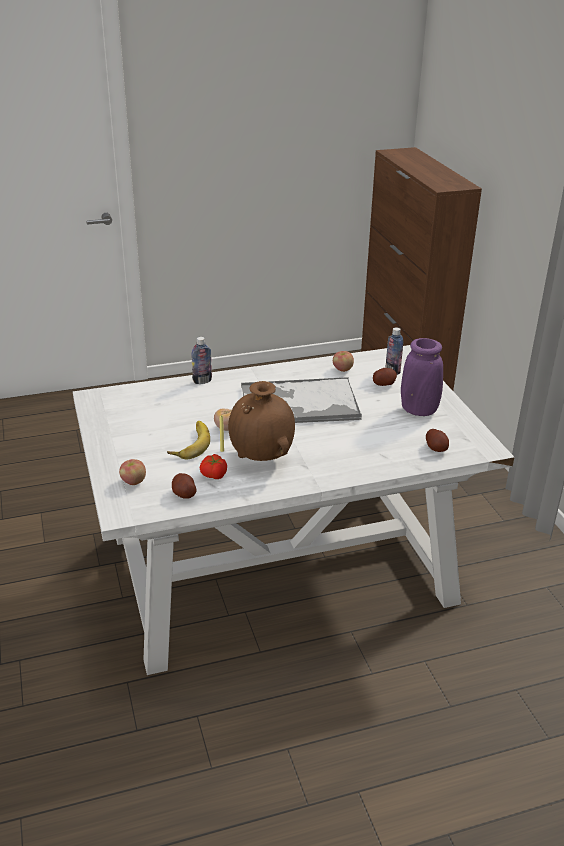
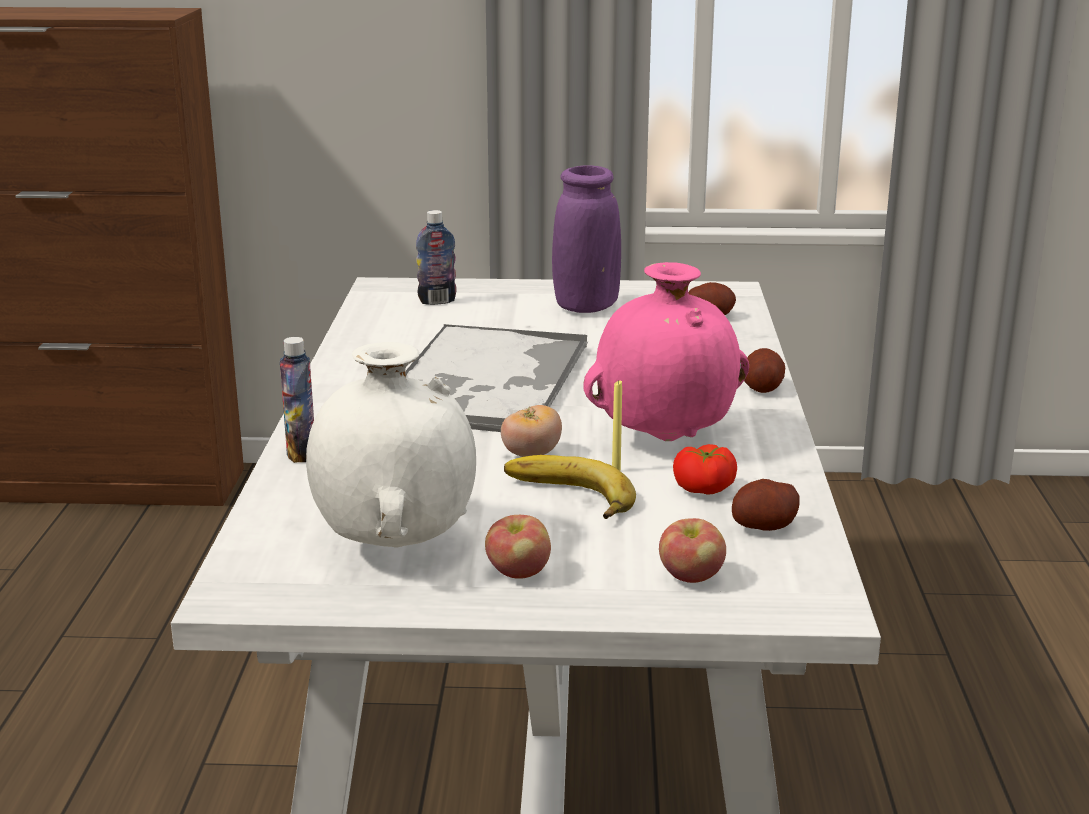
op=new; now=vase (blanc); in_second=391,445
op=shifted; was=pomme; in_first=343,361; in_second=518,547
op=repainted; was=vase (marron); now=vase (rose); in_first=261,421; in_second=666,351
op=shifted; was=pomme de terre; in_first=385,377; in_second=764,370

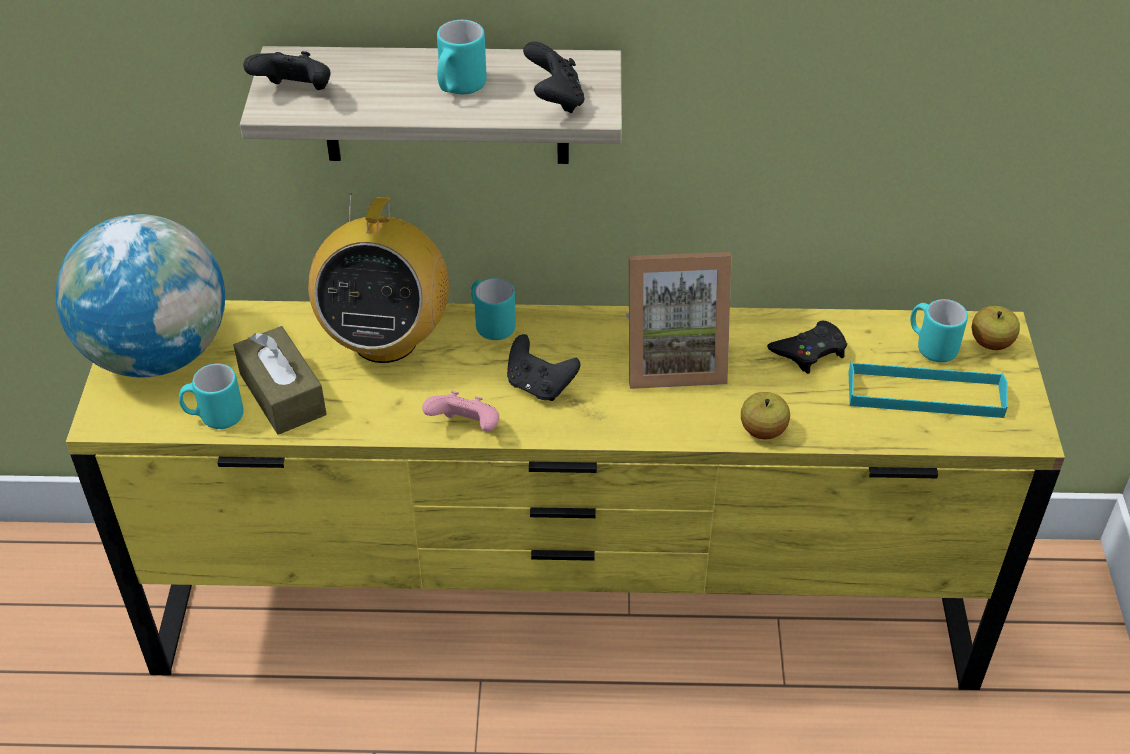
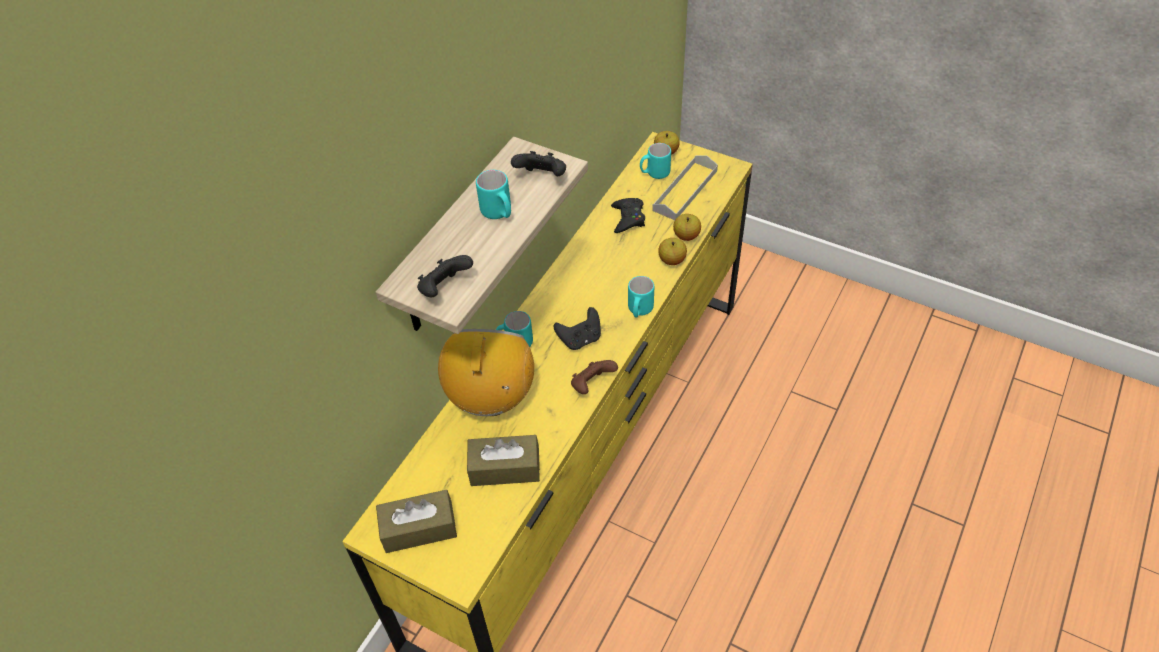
op=swapped; was=globe; now=boîte à mouchoirs (marron); in_first=140,295; in_second=416,521
op=rotated; was=radio; in_first=378,278; in_second=486,372; clockwise=-120
op=repainted; was=manette (rose); now=manette (marron); in_first=460,411; in_second=594,377
op=shifted; was=mug (turquoise); in_first=211,396; in_second=641,296
op=repainted; was=plateau (turquoise); now=plateau (gris); in_first=928,389; in_second=685,187
op=new; now=pomme; in_second=687,227
op=gone; was=cadre photo; in_first=678,320

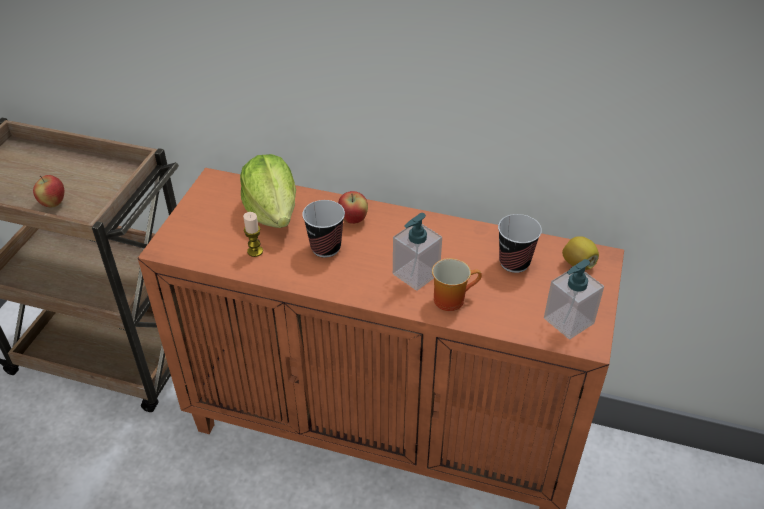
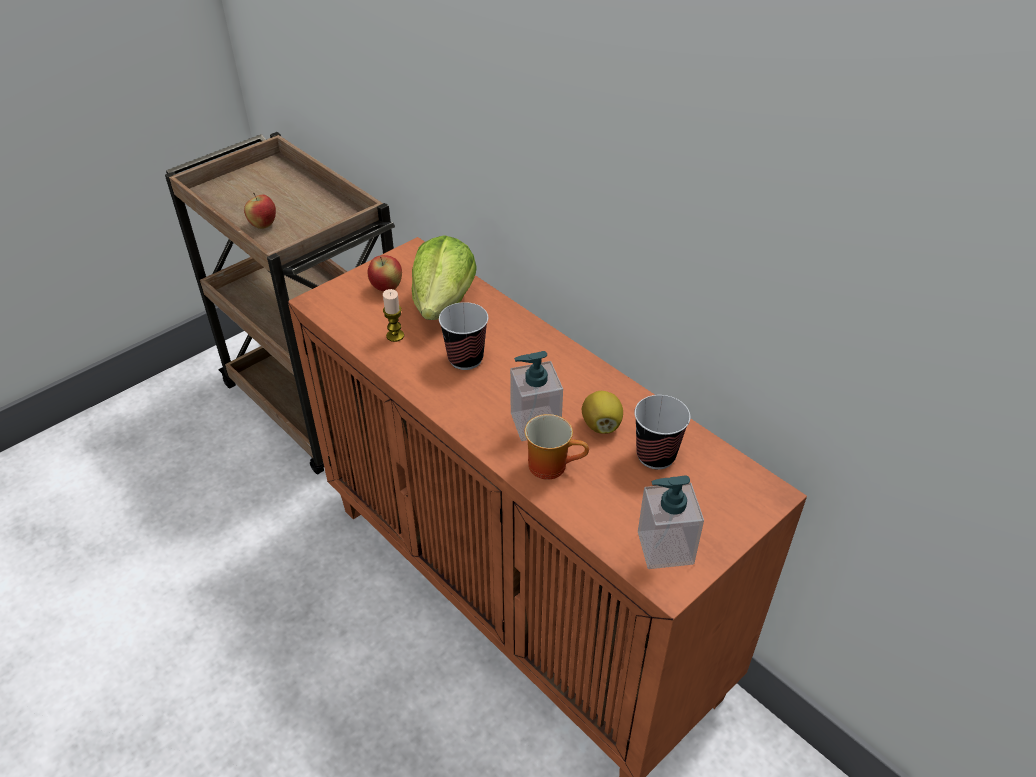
op=shifted; was=pomme; in_first=353,207; in_second=385,273
op=shifted; was=citron; in_first=580,253; in_second=602,412

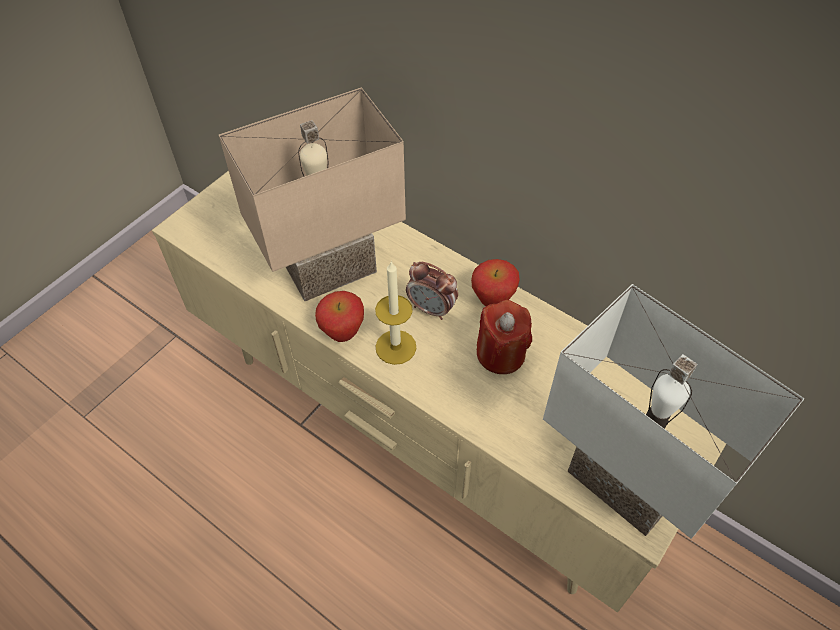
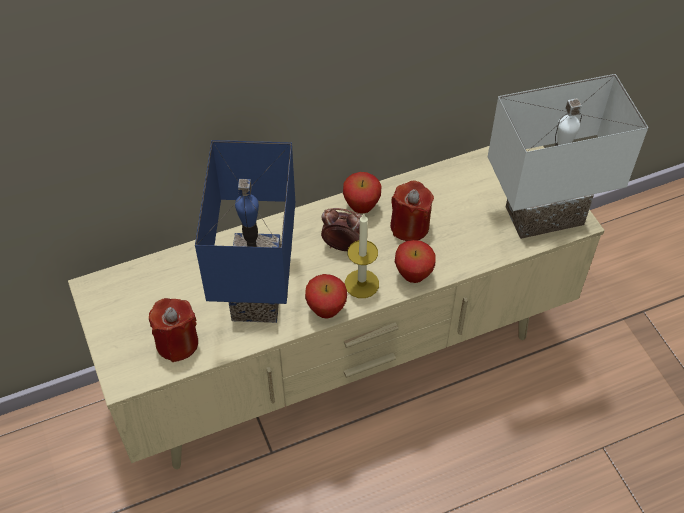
op=new; now=bougie (rouge); in_second=173,330
op=repainted; was=lampe de table (beige); now=lampe de table (bleu); in_first=312,194; in_second=245,231
op=rotated; was=réveil; in_first=432,291; in_second=341,229; clockwise=-135
op=new; now=pomme; in_second=415,261

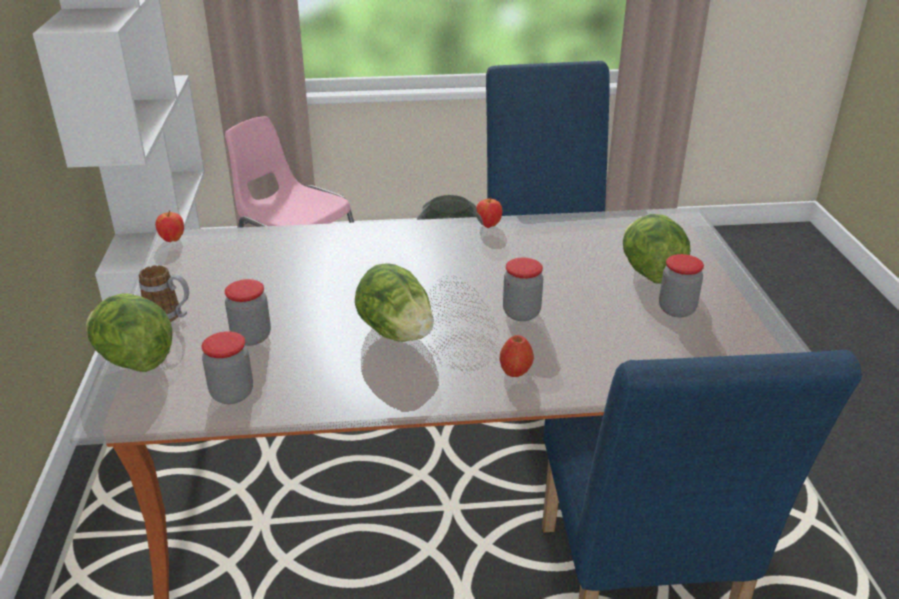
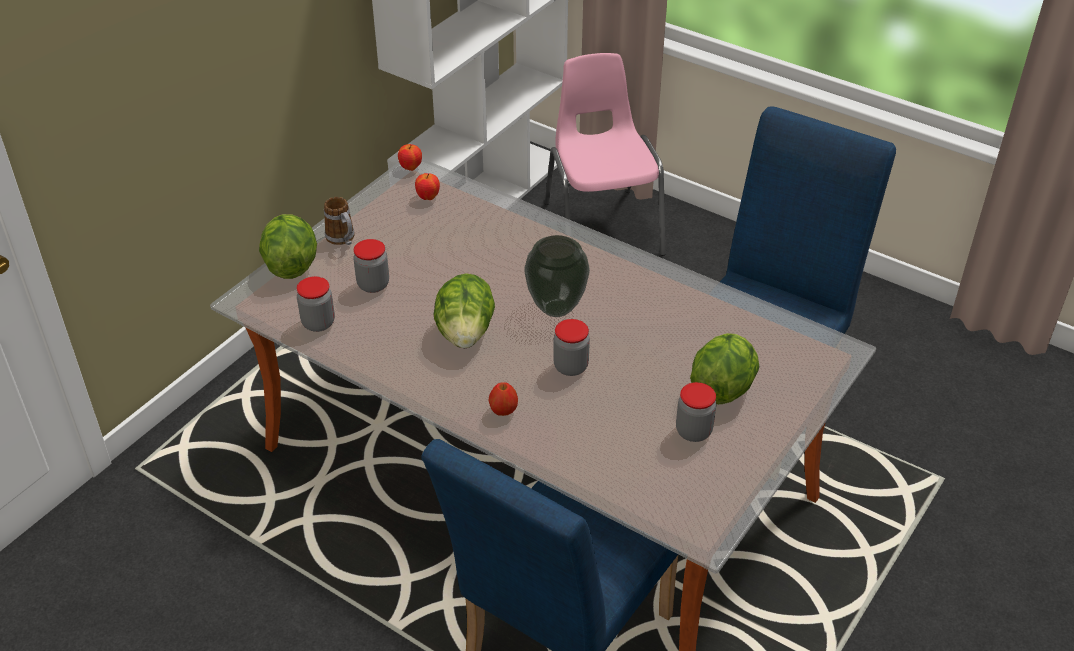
op=shifted; was=pomme; in_first=489,212; in_second=427,186

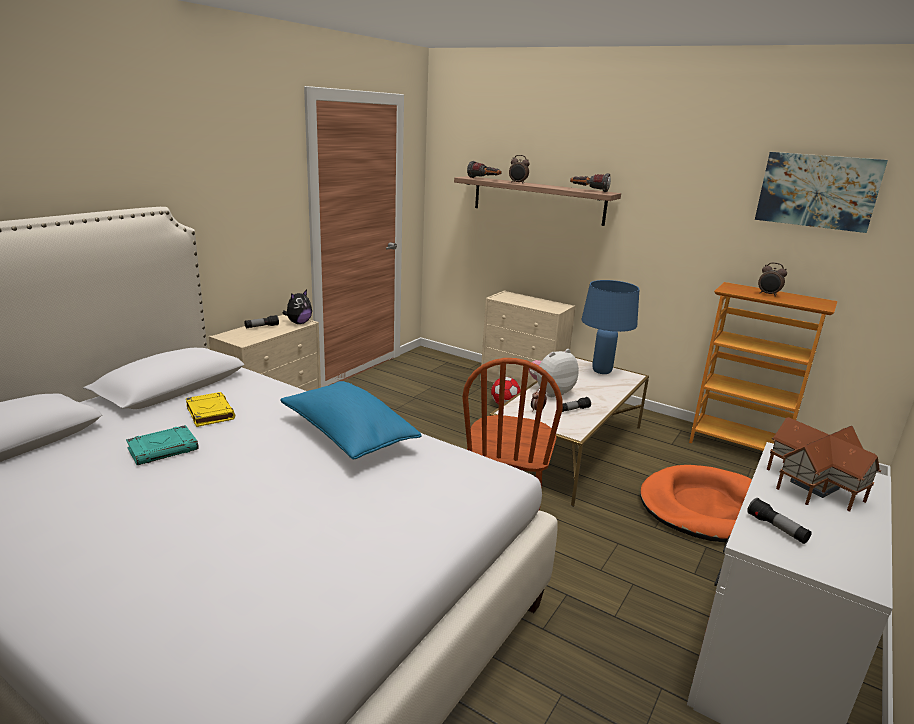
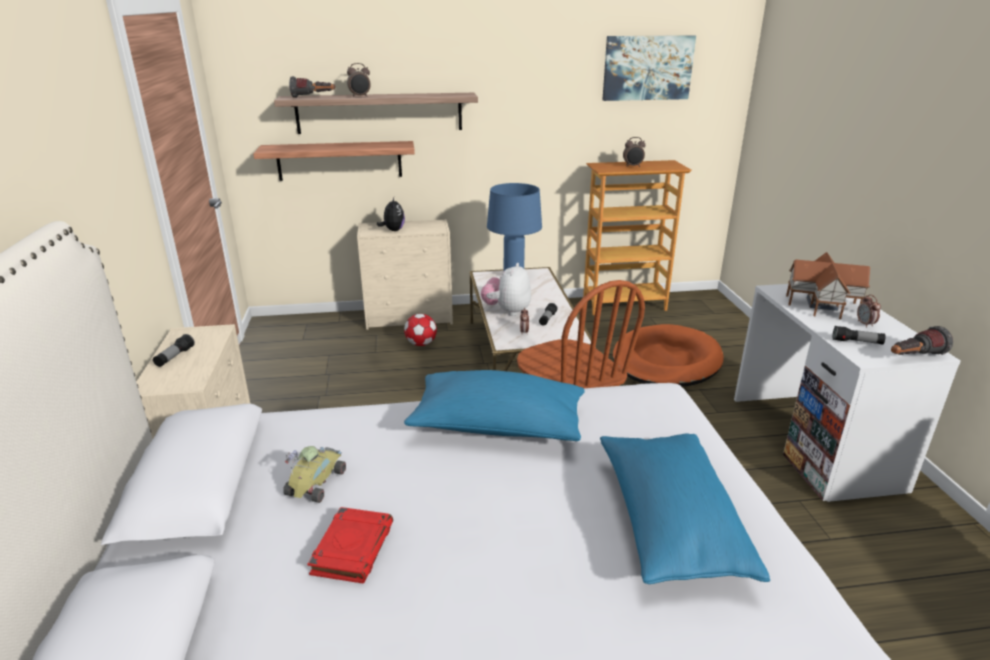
op=new; now=étagère; in_second=334,161
op=swapped; was=livre (jaune); now=petite voiture; in_first=210,409; in_second=314,474
op=repainted; was=livre (turquoise); now=livre (rouge); in_first=162,445; in_second=350,545
op=shifted; was=peluche; in_first=297,307; in_second=391,214
op=new; now=coussin (bleu); in_second=685,509
op=new; now=réveil; in_second=869,311
op=shifted; was=lampe de poche; in_first=590,182; in_second=922,340

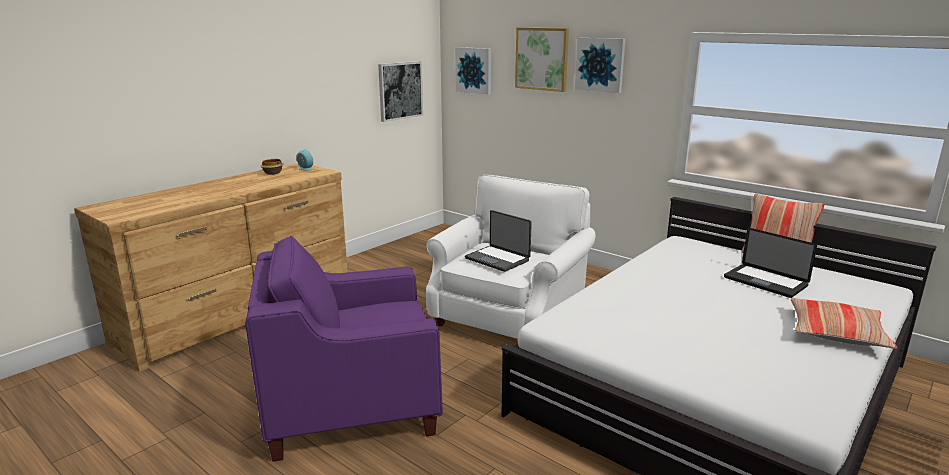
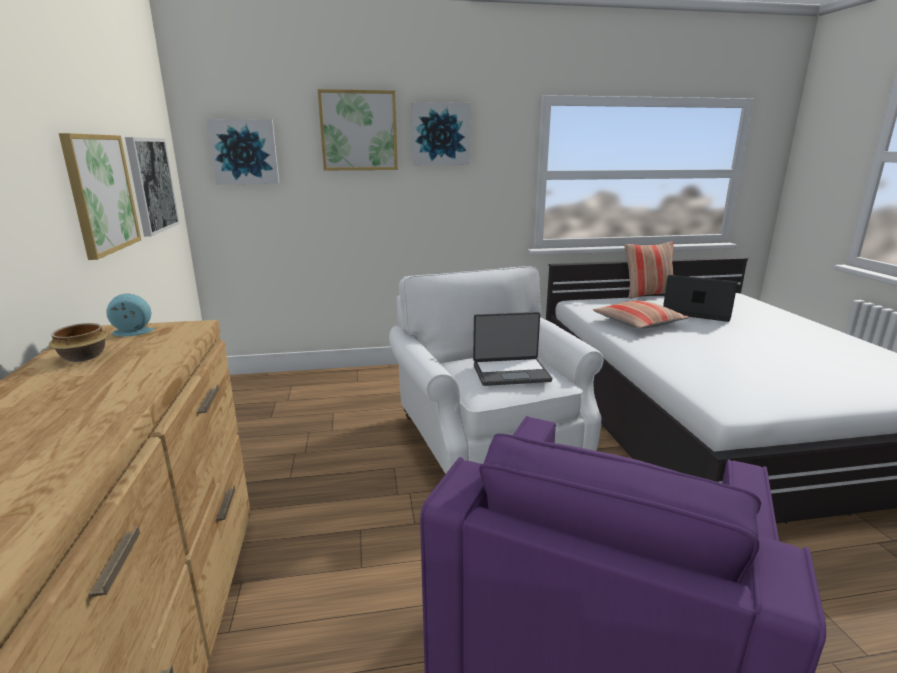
op=new; now=tableau; in_second=100,196
op=shifted; was=coussin; in_first=844,323; in_second=641,314
op=rotated; was=ordinateur portable; in_first=770,263; in_second=700,298; clockwise=-150

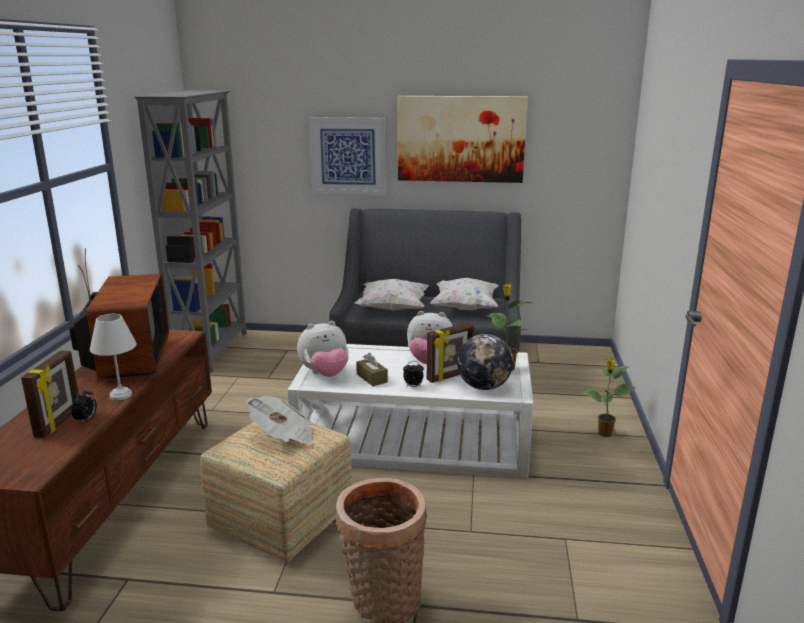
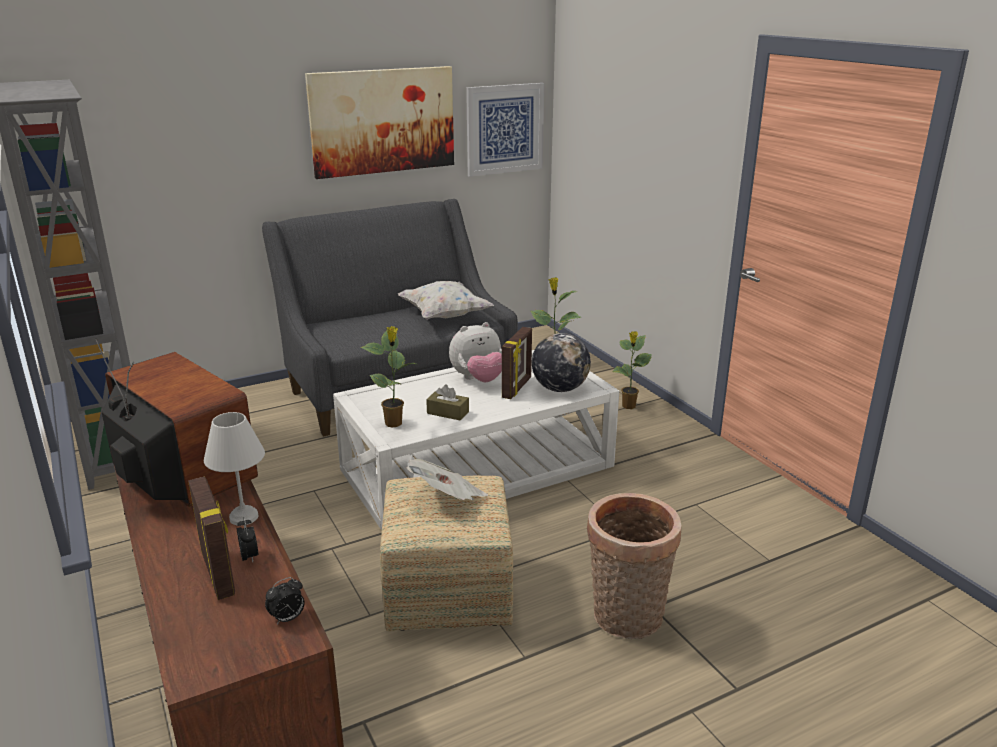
op=shifted; was=réveil; in_first=413,374; in_second=285,601
op=swapped; was=peluche; now=plante en pot; in_first=323,349; in_second=388,376
op=shifted; was=tableau; in_first=347,156; in_second=505,130
op=gone; was=coussin (blanc); in_first=391,294

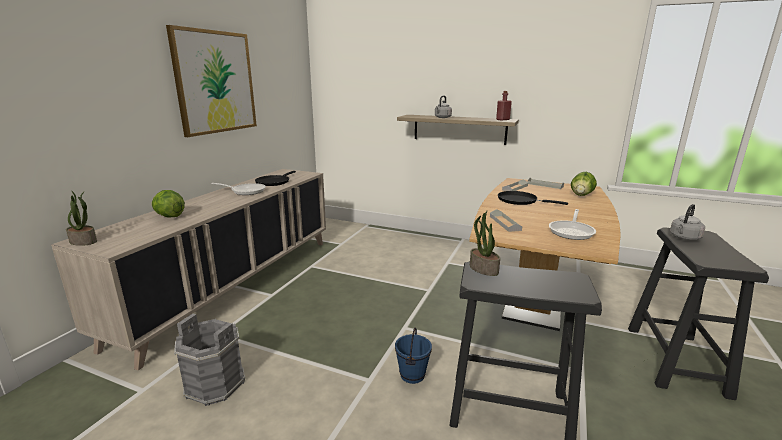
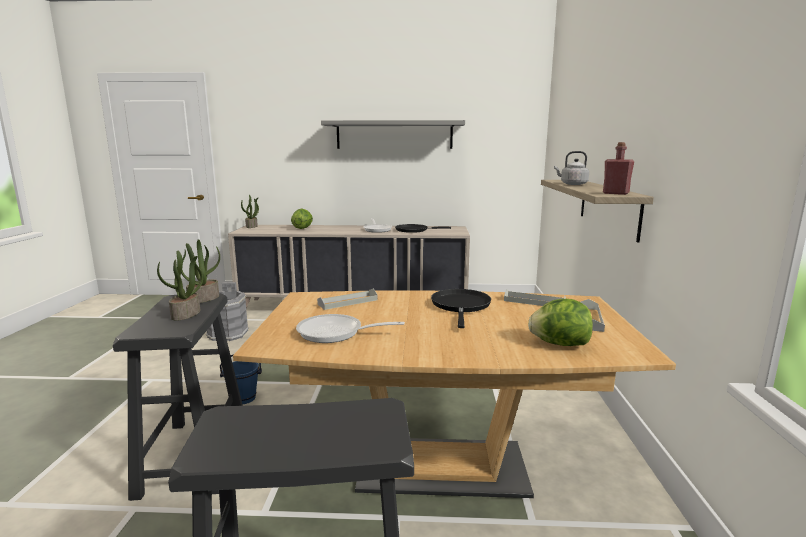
op=new; now=plante en pot; in_second=180,285
op=swapped; was=tableau; now=étagère (gris); in_first=211,81; in_second=393,134
op=gone; was=bouilloire (gris); in_first=687,222

